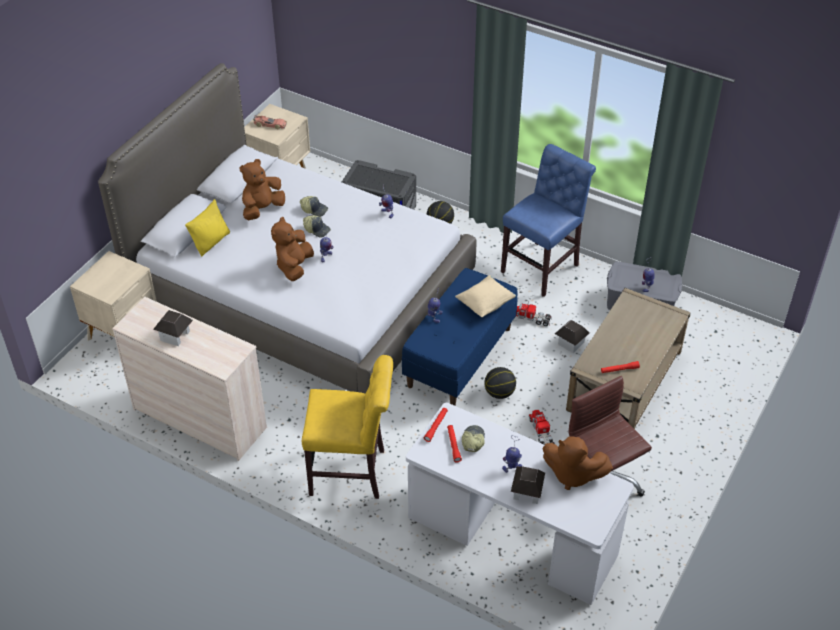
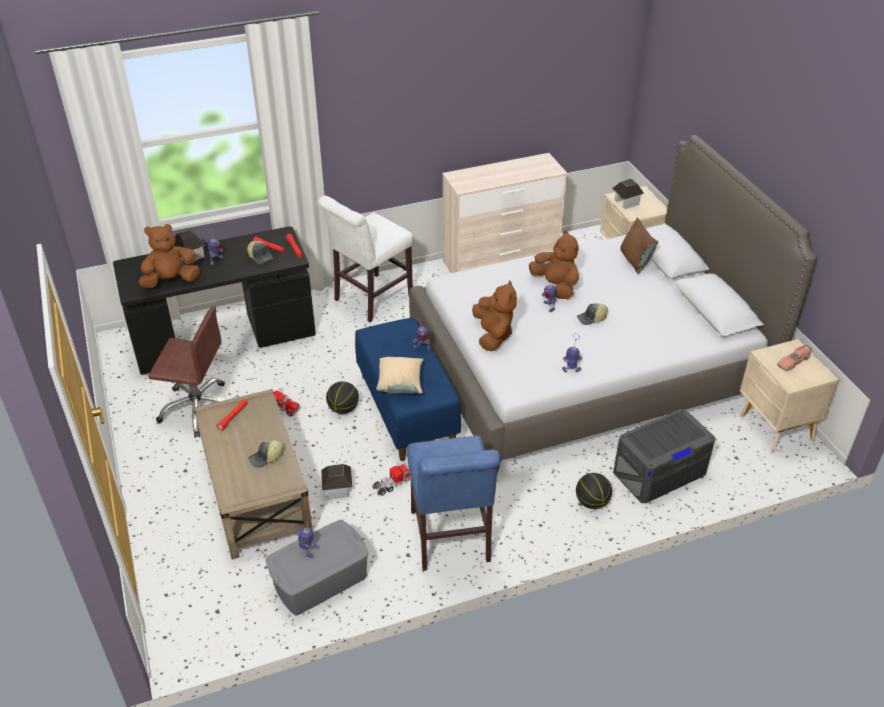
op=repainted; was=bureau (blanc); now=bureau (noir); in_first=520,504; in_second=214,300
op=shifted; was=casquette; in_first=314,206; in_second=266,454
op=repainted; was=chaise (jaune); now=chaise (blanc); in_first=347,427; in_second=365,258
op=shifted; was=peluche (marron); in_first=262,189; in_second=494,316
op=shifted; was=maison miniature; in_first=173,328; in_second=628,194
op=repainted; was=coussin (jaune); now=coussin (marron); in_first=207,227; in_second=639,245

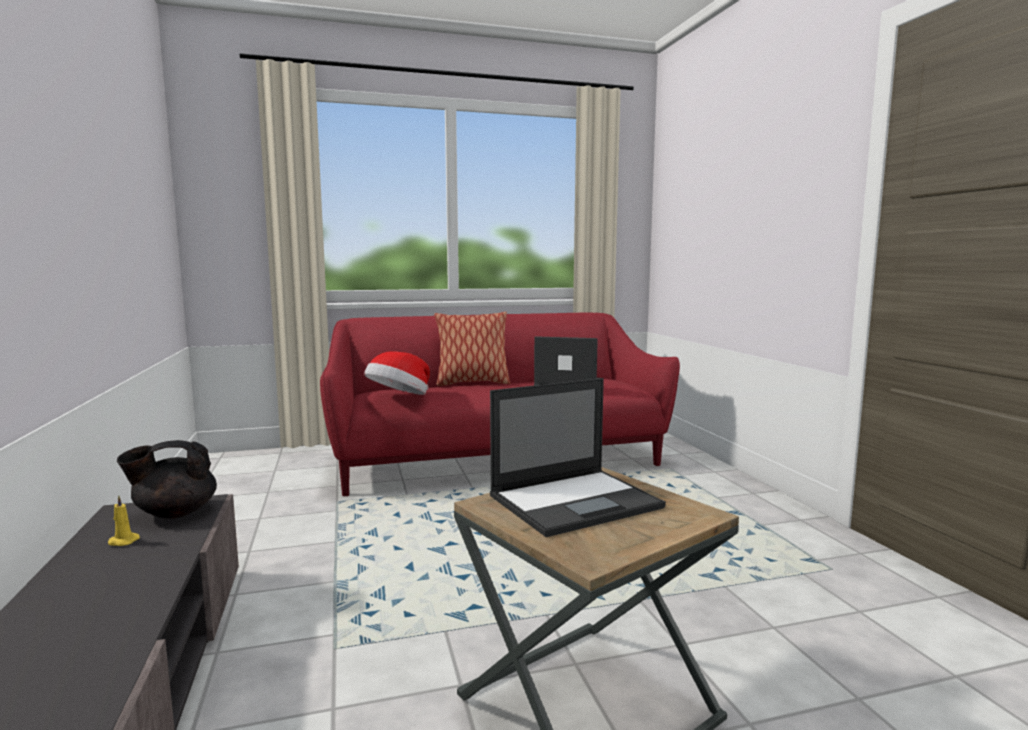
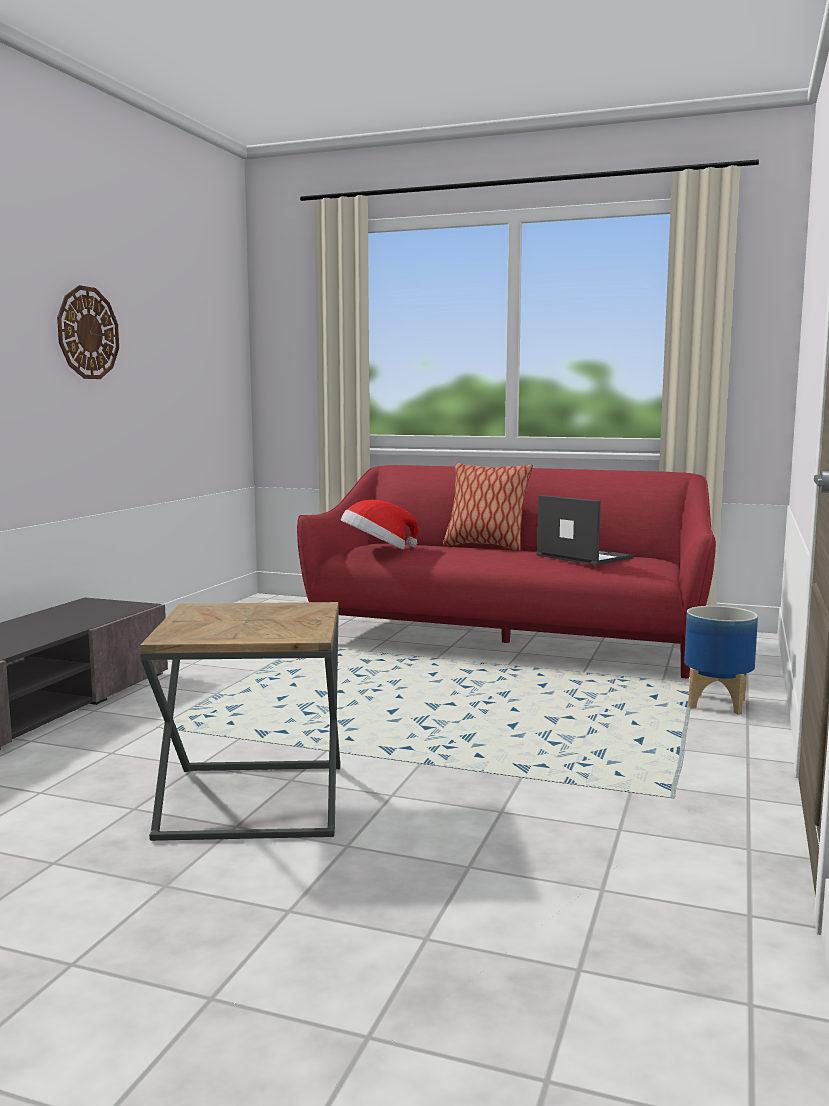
op=new; now=horloge murale; in_second=88,332
op=new; now=cache-pot; in_second=721,660
op=gone; was=bougie (jaune); in_first=124,520
op=gone; was=théière (noir); in_first=167,479
op=gone; was=ordinateur portable; in_first=578,457

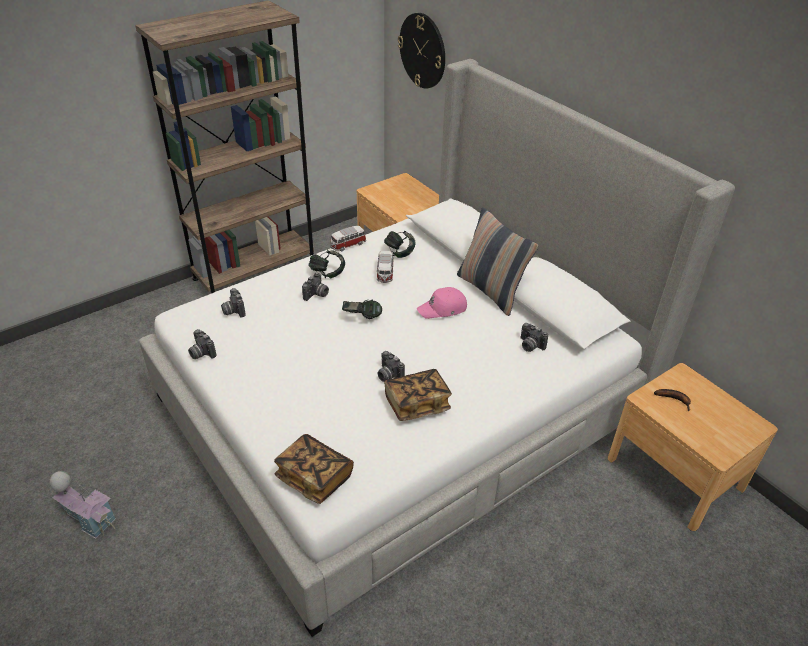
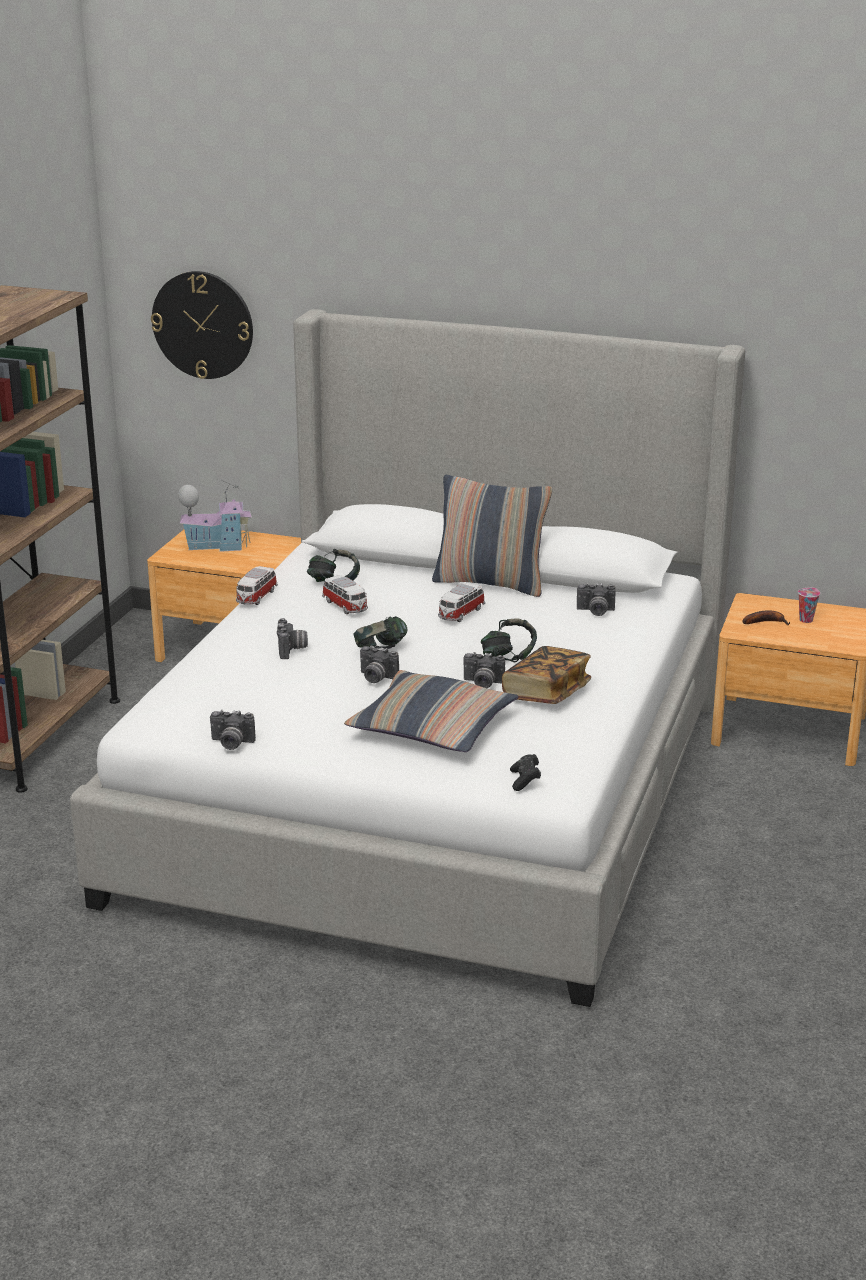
op=shifted; was=maison miniature; in_first=82,505; in_second=215,516
op=new; now=coussin; in_second=431,711
op=shifted; was=appareil photo; in_first=233,303; in_second=379,664
op=swapped; was=casquette (rose); now=petite voiture; in_first=442,303; in_second=461,602
op=shifted; was=casque audio; in_first=326,264; in_second=509,640
op=swapped; was=livre; now=manette (noir); in_first=314,469; in_second=525,772
op=new; now=tasse; in_second=809,605

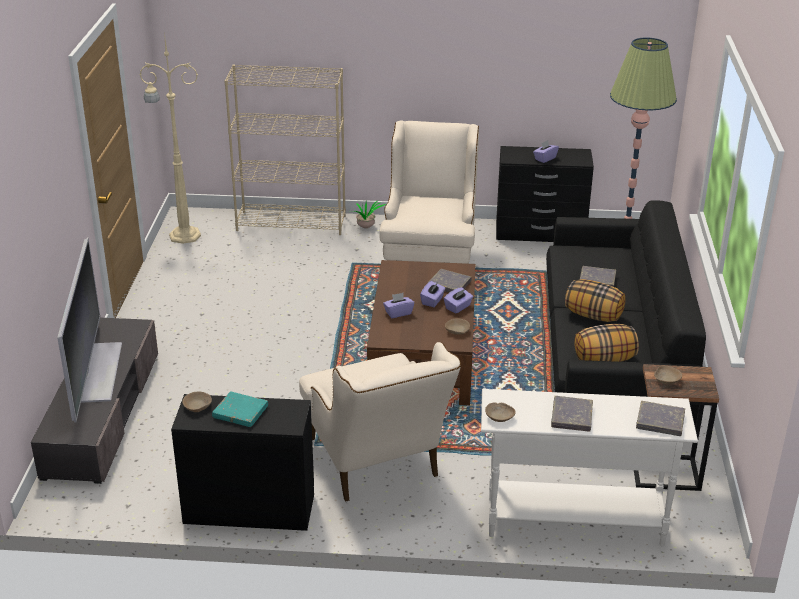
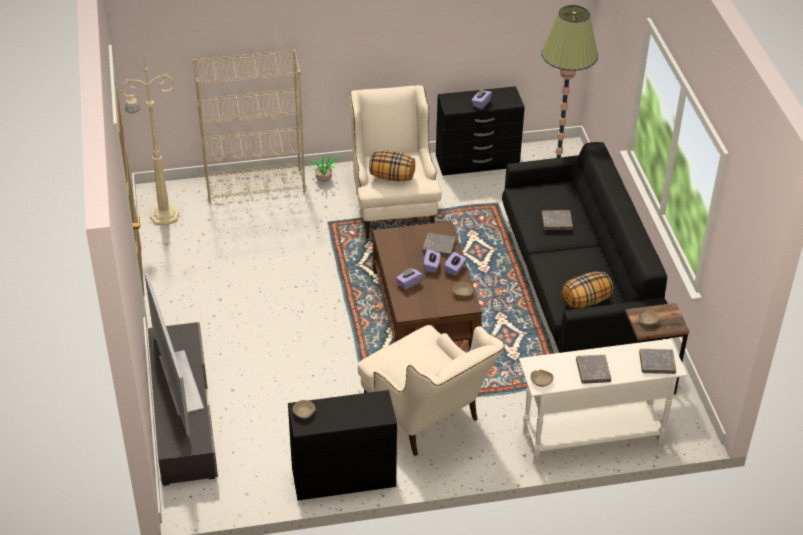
op=shifted; was=coussin; in_first=595,300; in_second=392,166
op=gone; was=livre (turquoise); in_first=240,409

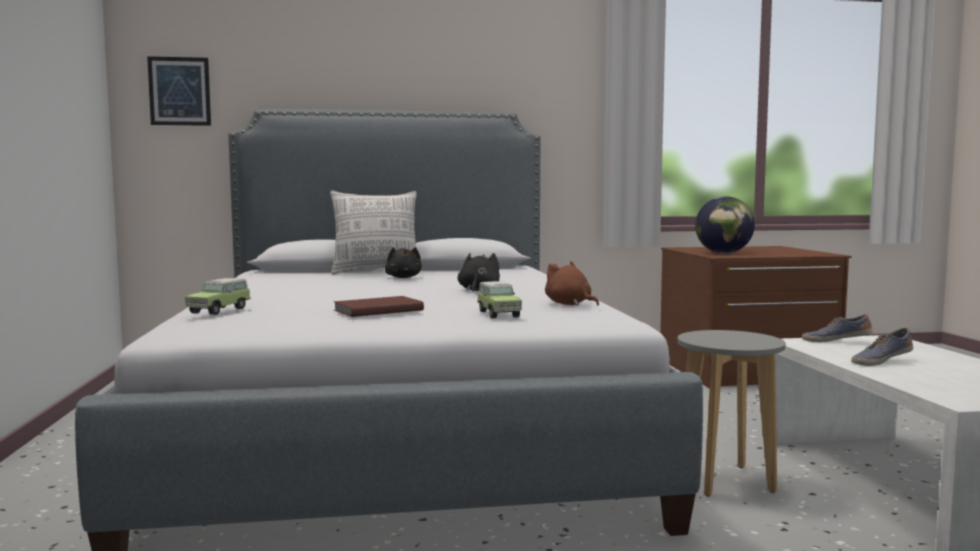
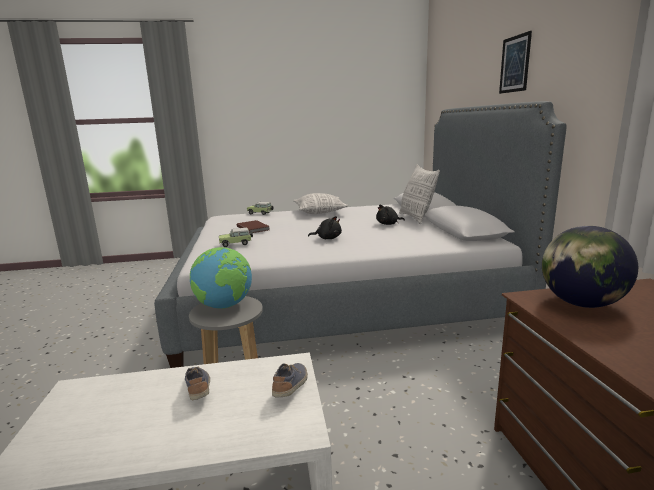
op=new; now=globe; in_second=221,277
op=new; now=coussin; in_second=321,203
op=shifted; was=tableau; in_first=179,91; in_second=515,62
op=gone; was=peluche (marron); in_first=572,283

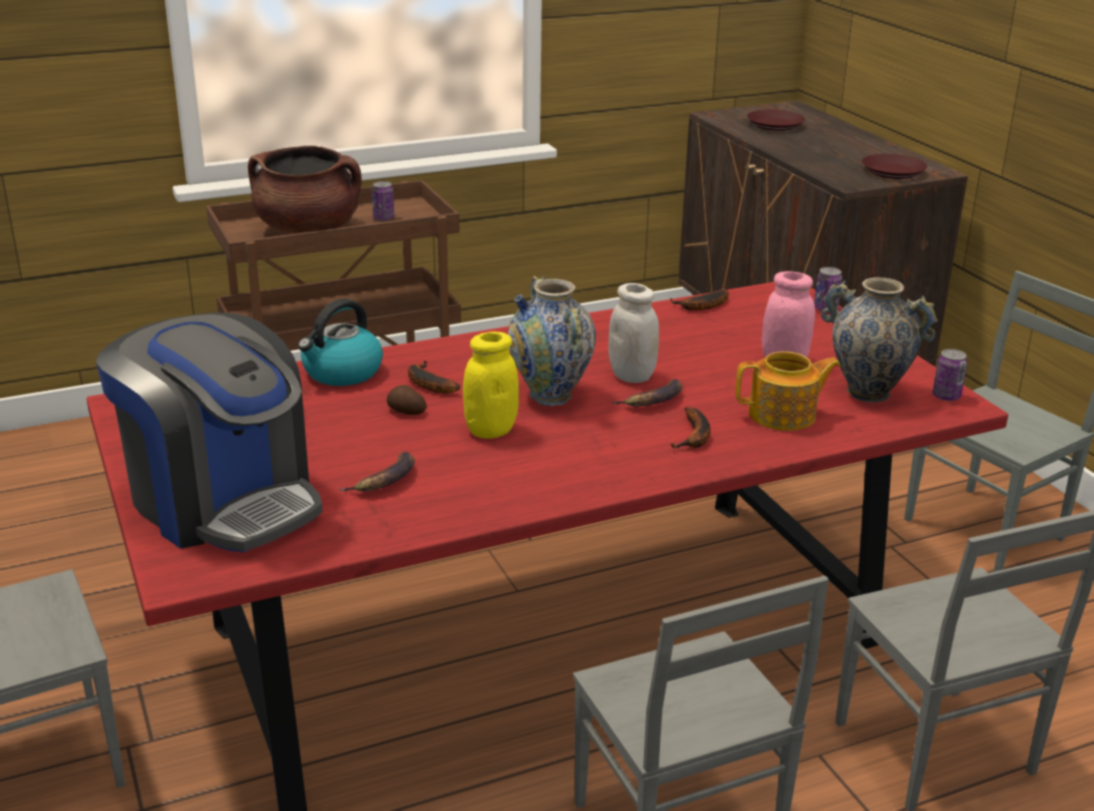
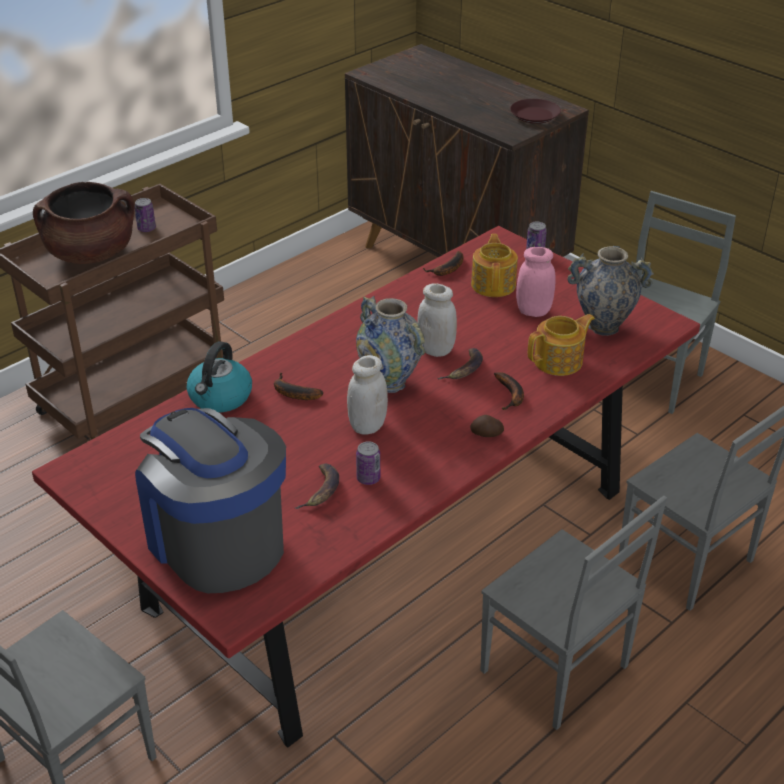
op=rotated; was=machine à café; in_first=209,432; in_second=210,500; clockwise=-150
op=repainted; was=bocal (jaune); now=bocal (blanc); in_first=491,385; in_second=367,395
op=shifted; was=boîte métallique; in_first=950,375; in_second=368,463
op=shifted; was=pomme de terre; in_first=407,400; in_second=487,426
op=new; now=théière; in_second=494,265
op=gone; was=assiette (marron); in_first=776,120

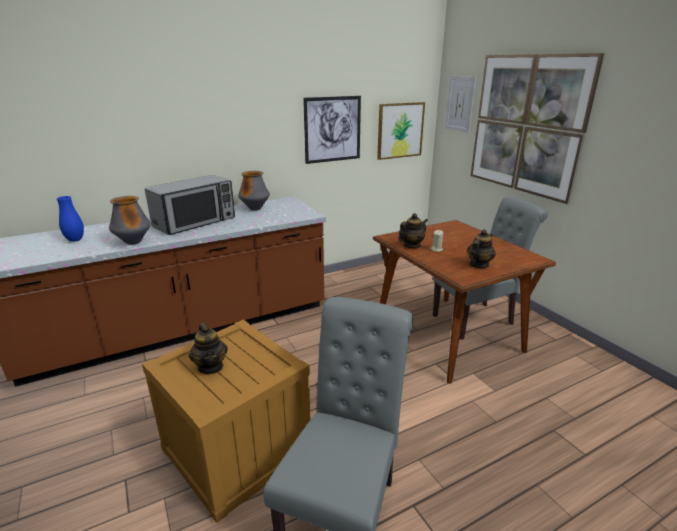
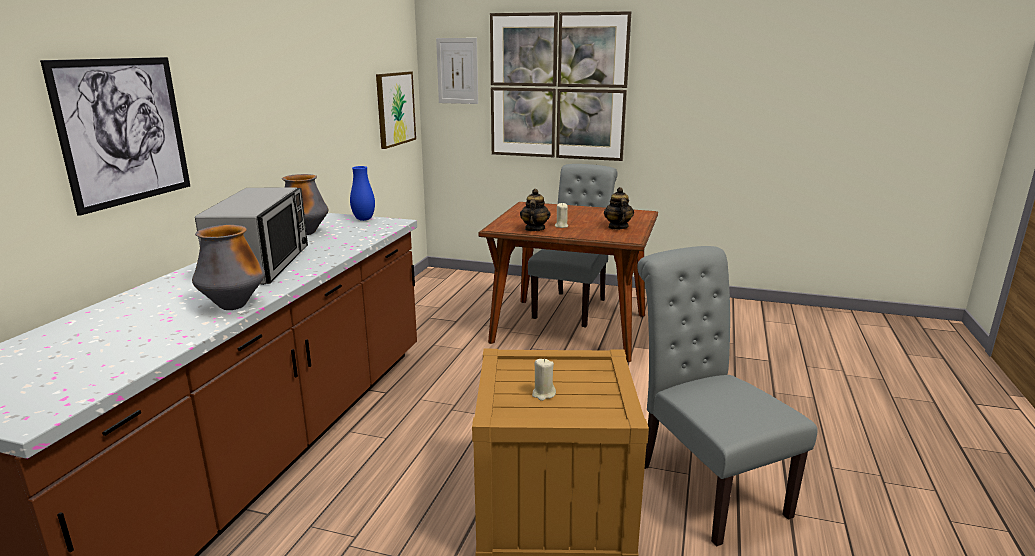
op=shifted; was=tableau; in_first=332,130; in_second=115,136
op=shifted; was=vase (bleu); in_first=70,219; in_second=362,193
op=swapped; was=théière; now=bougie (beige); in_first=208,348; in_second=544,380

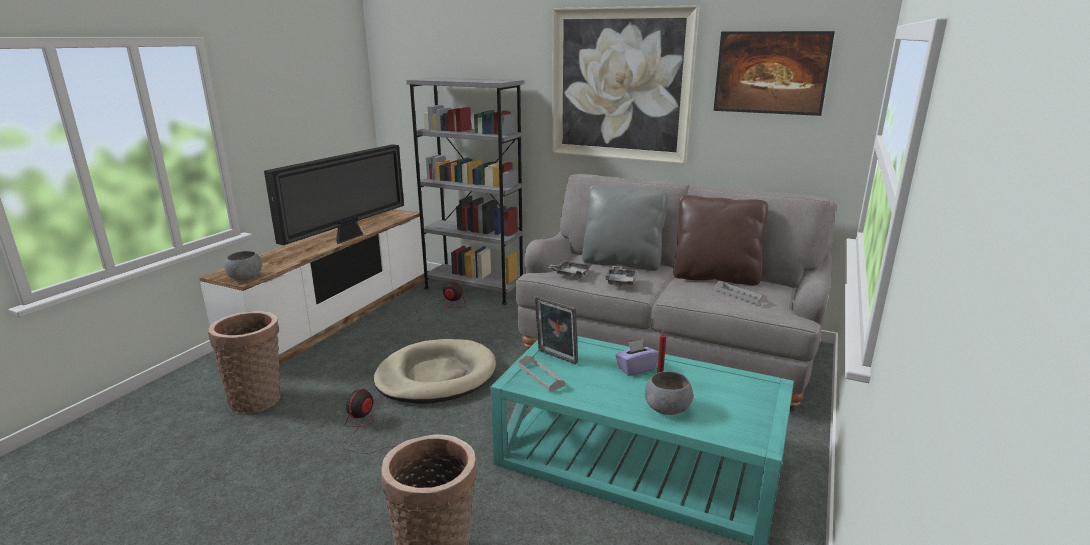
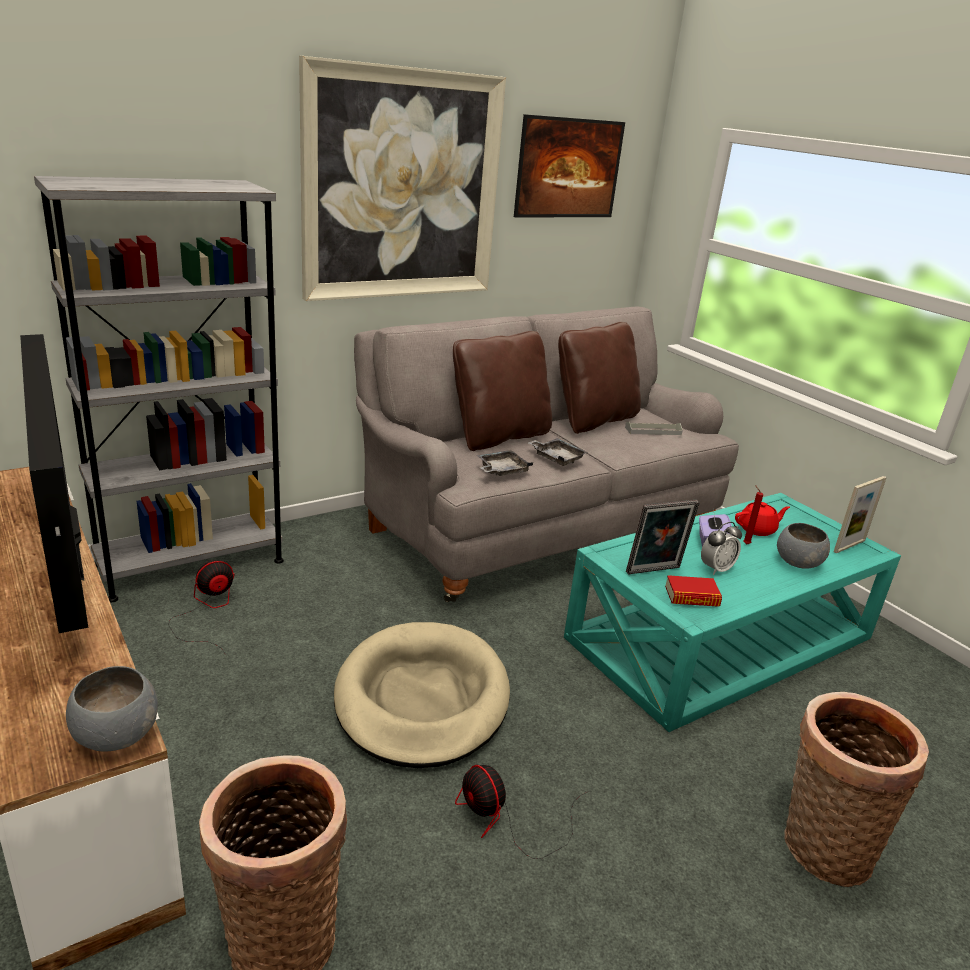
op=repainted; was=coussin (gris); now=coussin (marron); in_first=625,228; in_second=502,391
op=swapped; was=plateau (gris); now=livre; in_first=541,373; in_second=693,591
op=new; now=réveil; in_second=721,548
op=new; now=théière (rouge); in_second=762,519
op=new; now=cadre photo; in_second=860,514

